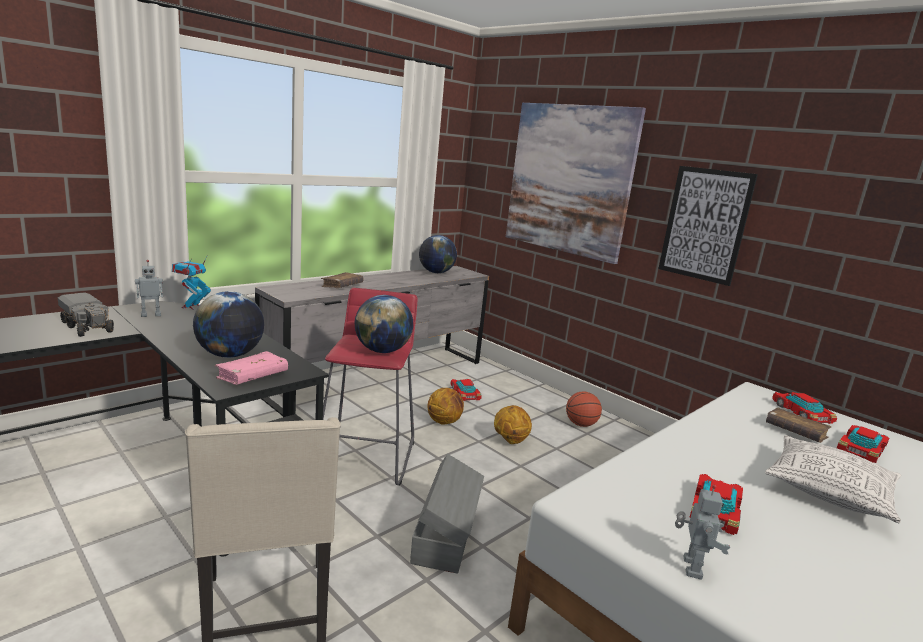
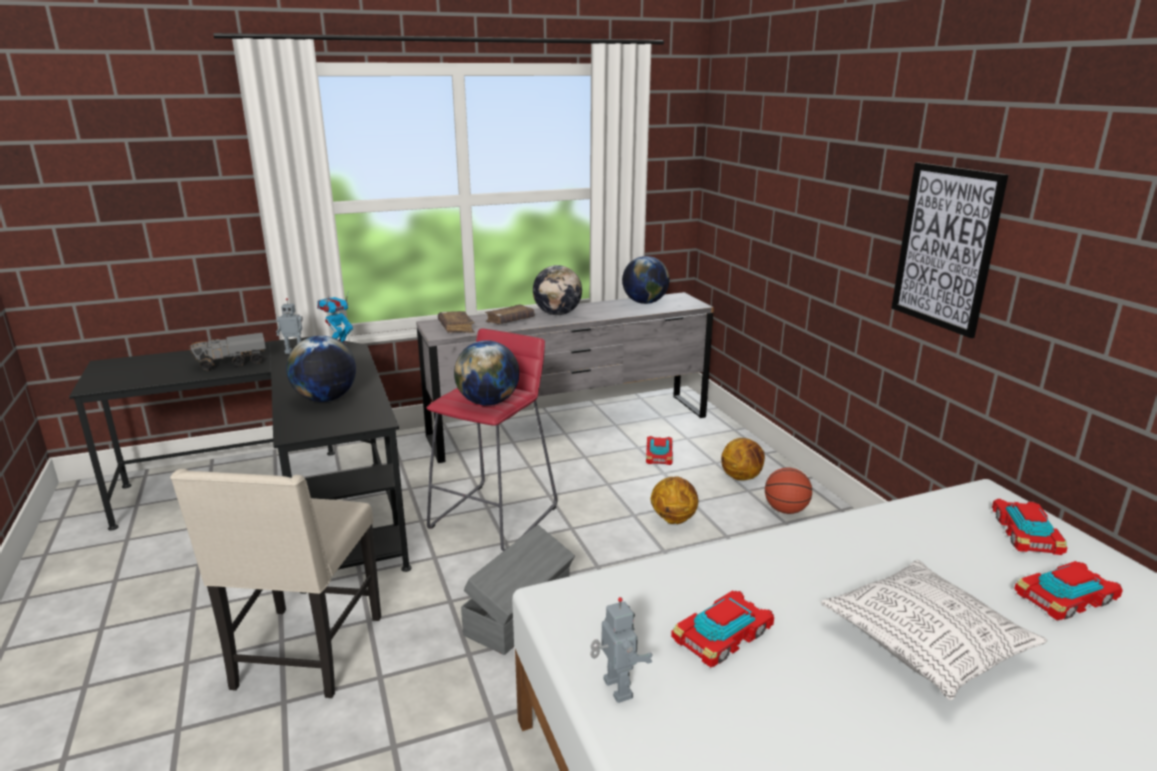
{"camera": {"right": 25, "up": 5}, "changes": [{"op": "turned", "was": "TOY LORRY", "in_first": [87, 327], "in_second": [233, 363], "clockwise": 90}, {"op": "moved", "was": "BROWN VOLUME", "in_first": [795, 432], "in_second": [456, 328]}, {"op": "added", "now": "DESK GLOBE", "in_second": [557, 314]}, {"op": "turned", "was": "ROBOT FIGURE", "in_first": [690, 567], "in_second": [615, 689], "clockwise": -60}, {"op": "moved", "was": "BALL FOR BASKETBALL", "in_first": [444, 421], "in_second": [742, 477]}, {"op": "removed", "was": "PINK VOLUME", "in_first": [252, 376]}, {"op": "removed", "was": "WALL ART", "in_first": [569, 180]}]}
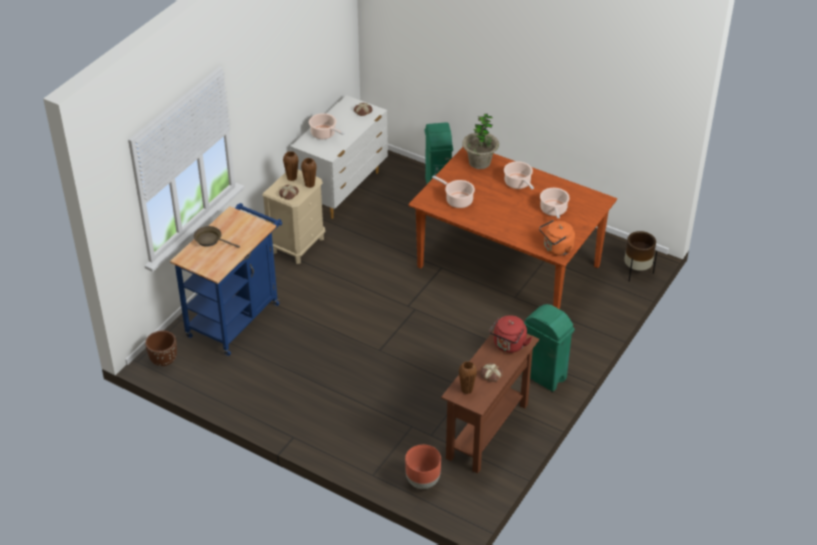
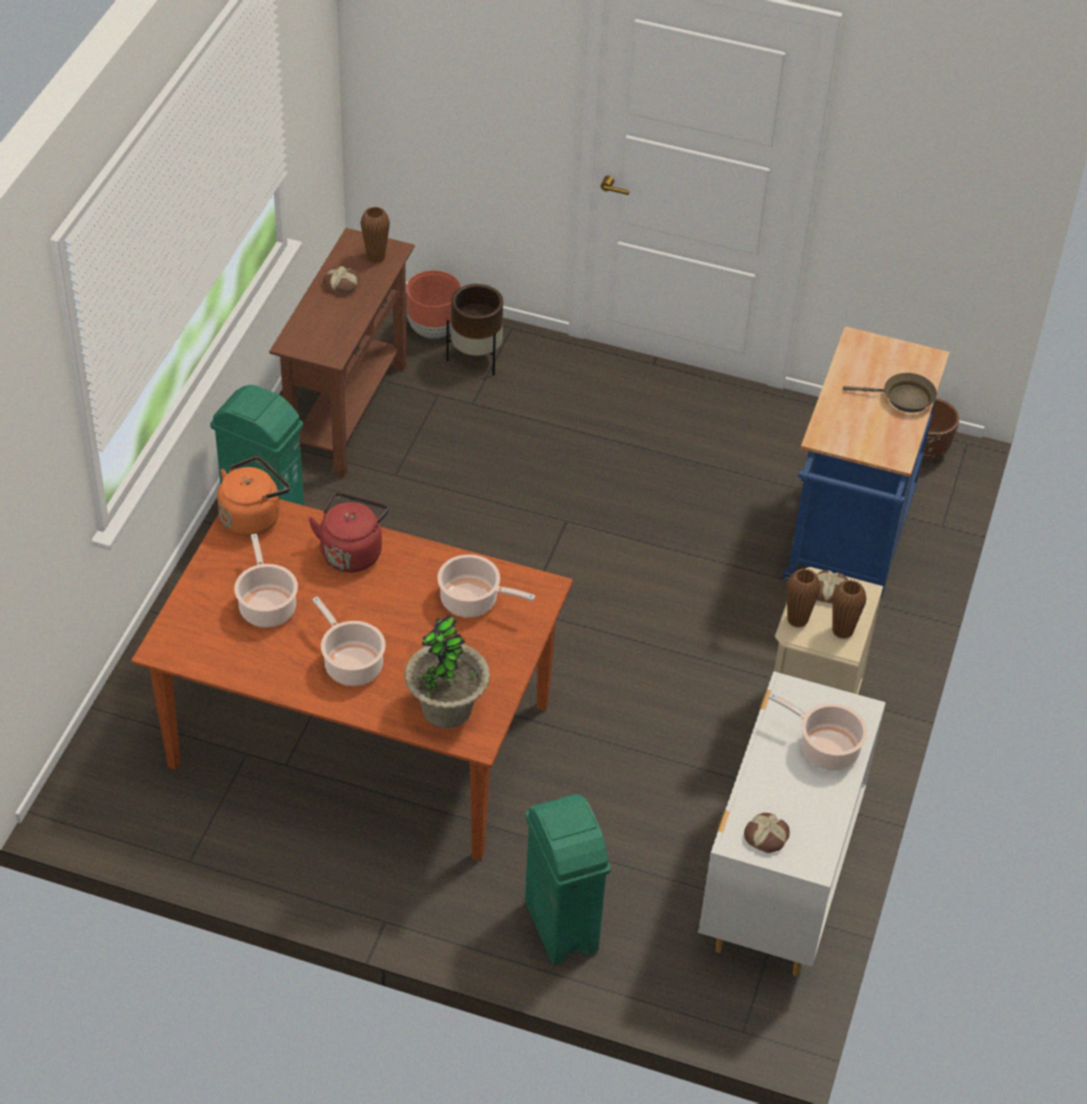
{"camera": {"right": 165, "up": 5}, "changes": [{"op": "moved", "was": "REDDISH WATER KETTLE", "in_first": [508, 345], "in_second": [352, 551]}, {"op": "moved", "was": "BROWN PLANT POT", "in_first": [637, 272], "in_second": [475, 358]}]}
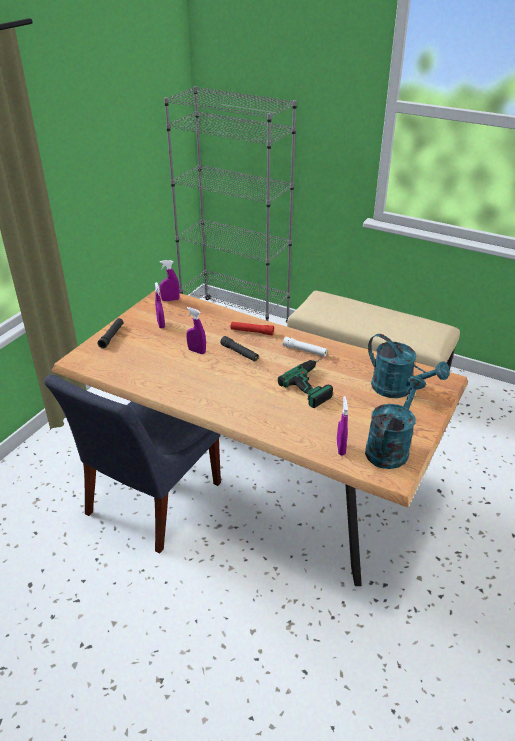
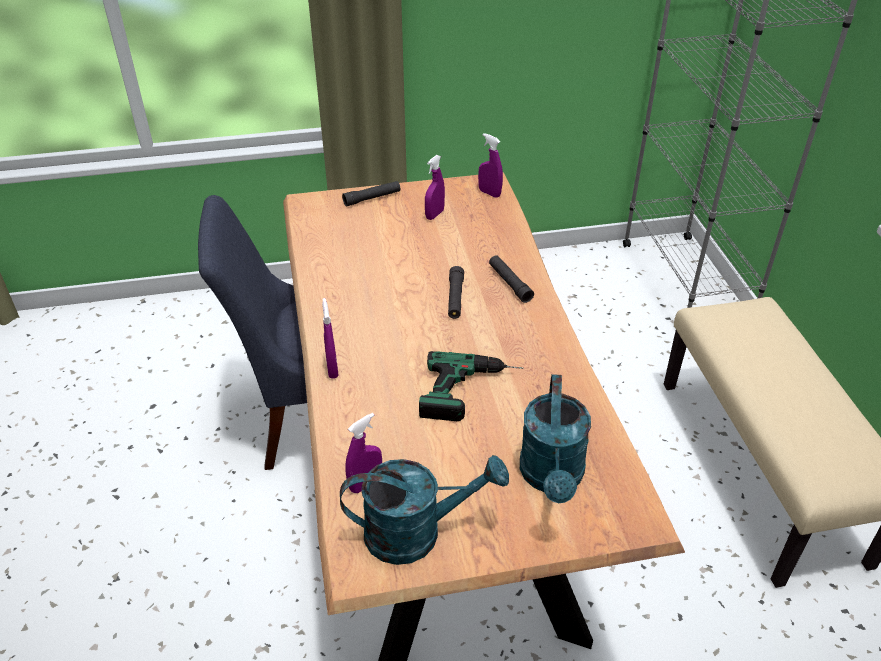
{"camera": {"right": 50, "up": 5}, "changes": [{"op": "moved", "was": "PURPLISH SPRAY BOTTLE", "in_first": [197, 351], "in_second": [332, 369]}, {"op": "recoloured", "was": "REDDISH HAND TORCH", "now": "BLACK HAND TORCH", "in_first": [252, 332], "in_second": [510, 283]}, {"op": "removed", "was": "WHITE HAND TORCH", "in_first": [304, 351]}]}
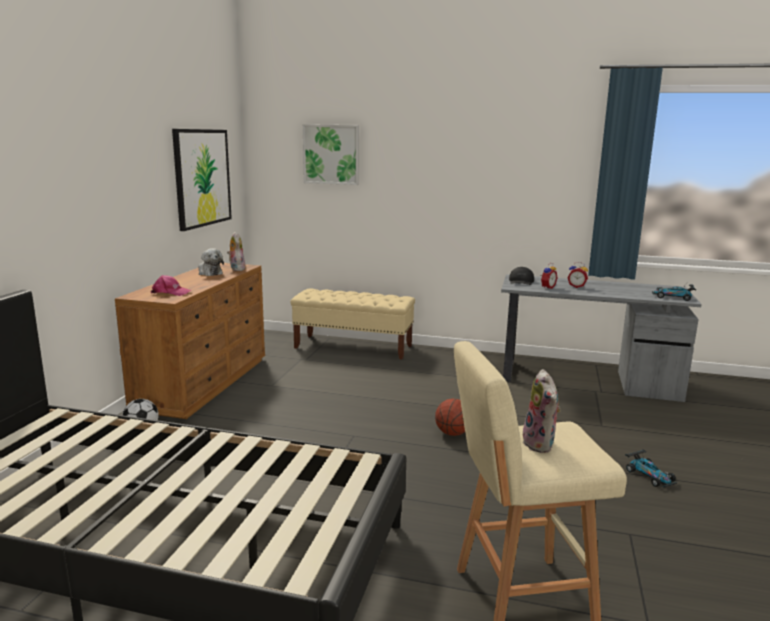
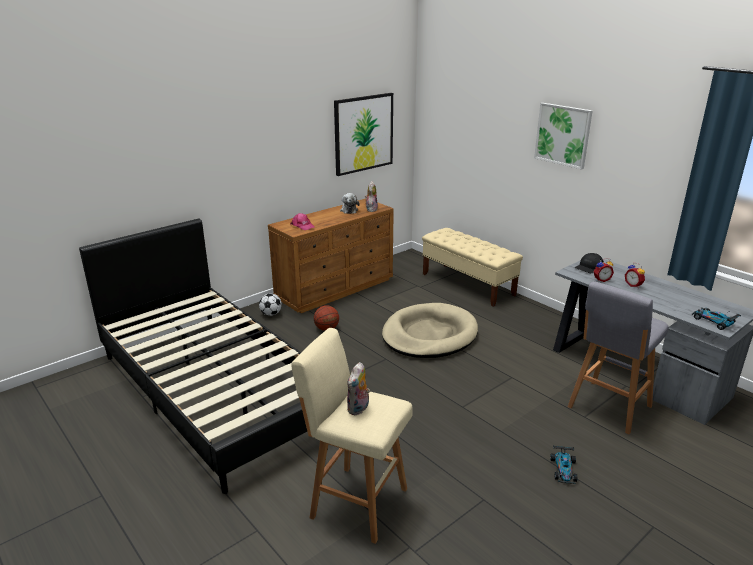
{"camera": {"right": 35, "up": 10}, "changes": [{"op": "moved", "was": "BALL FOR BASKETBALL", "in_first": [452, 433], "in_second": [326, 329]}, {"op": "added", "now": "BEIGE-COLOURED DOG BED", "in_second": [429, 335]}, {"op": "moved", "was": "WALL ART", "in_first": [331, 154], "in_second": [563, 135]}, {"op": "added", "now": "GREY STOOL SEAT", "in_second": [608, 408]}]}
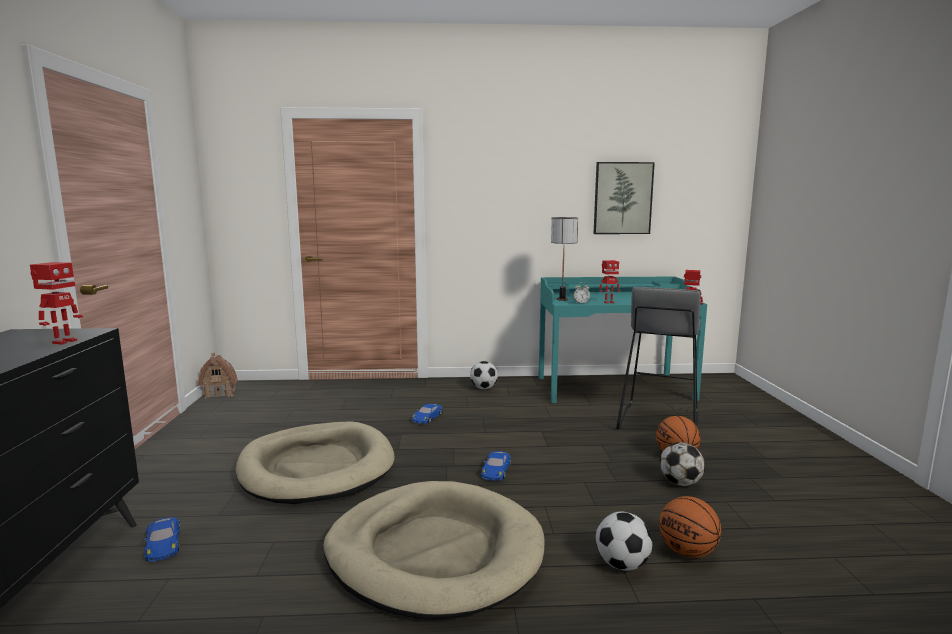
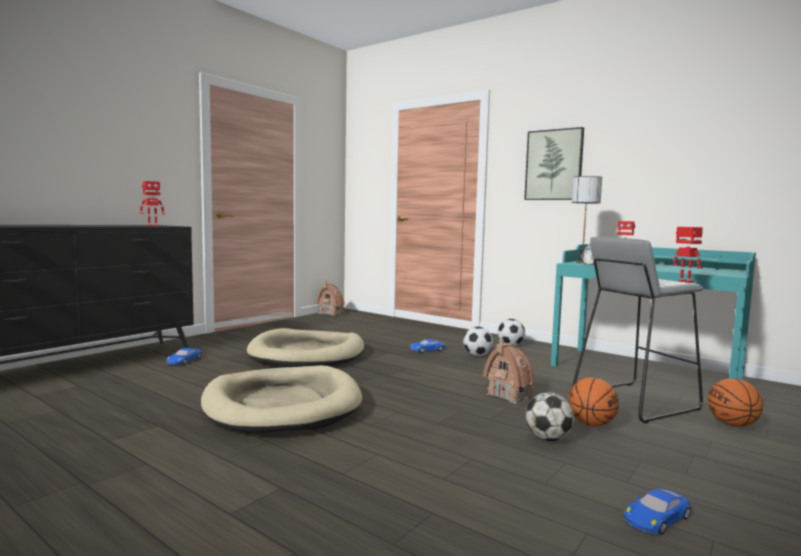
{"camera": {"right": 40, "up": -5}, "changes": [{"op": "moved", "was": "FOOTBALL", "in_first": [622, 564], "in_second": [477, 355]}, {"op": "added", "now": "MODEL HOUSE", "in_second": [510, 395]}, {"op": "moved", "was": "WALL ART", "in_first": [622, 198], "in_second": [554, 165]}, {"op": "moved", "was": "BLUISH TOY CAR", "in_first": [496, 470], "in_second": [656, 517]}, {"op": "moved", "was": "BALL FOR BASKETBALL", "in_first": [687, 552], "in_second": [732, 424]}]}
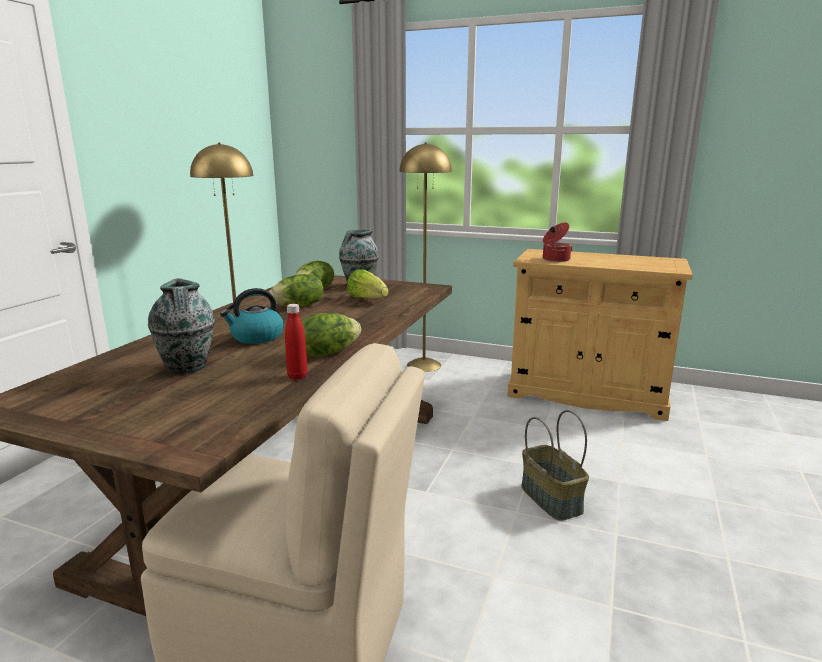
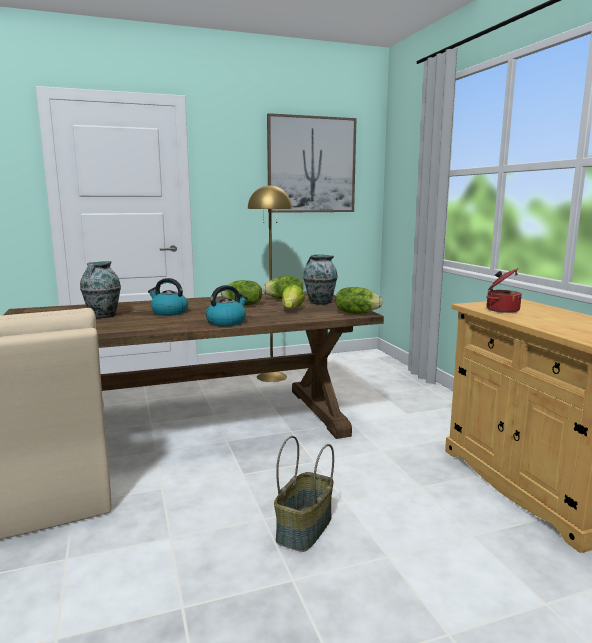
{"camera": {"right": 50, "up": -5}, "changes": [{"op": "added", "now": "WATER KETTLE", "in_second": [227, 322]}, {"op": "added", "now": "WALL ART", "in_second": [311, 165]}, {"op": "moved", "was": "HEAD OF LETTUCE", "in_first": [326, 353], "in_second": [356, 313]}, {"op": "removed", "was": "REDDISH BEVERAGE BOTTLE", "in_first": [297, 376]}, {"op": "removed", "was": "YELLOW-COLOURED FLOOR LAMP", "in_first": [424, 365]}]}
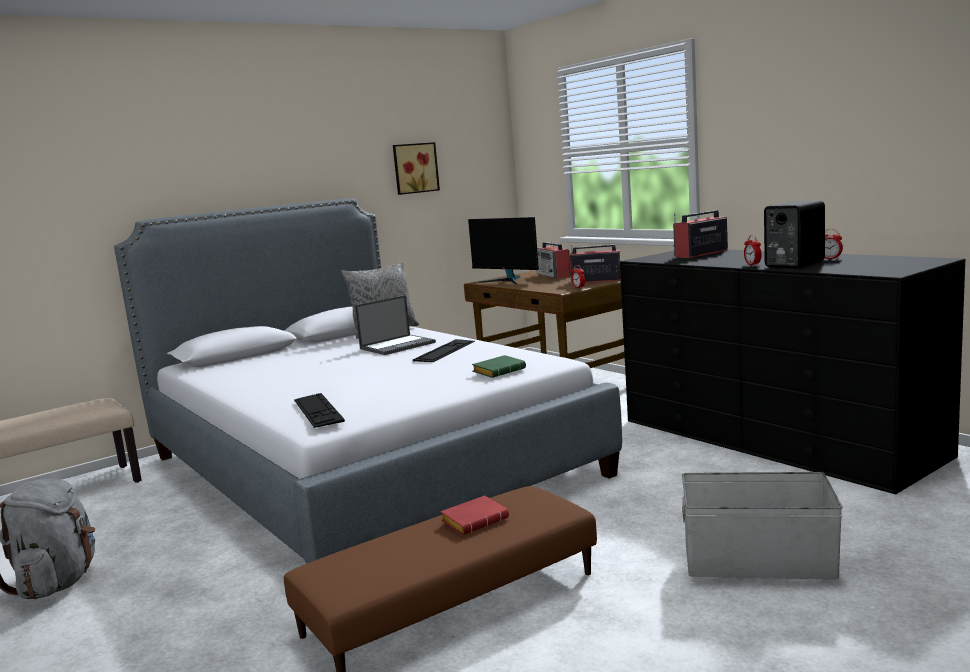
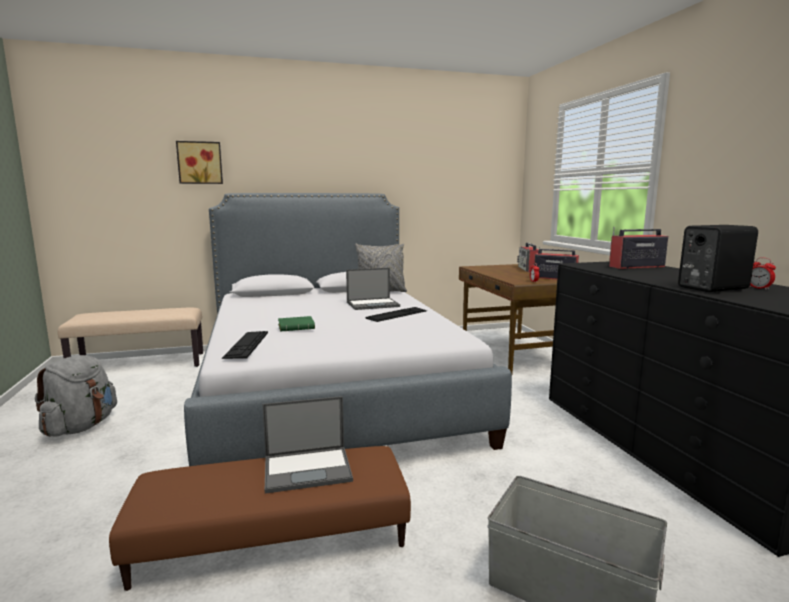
{"camera": {"right": 20, "up": 0}, "changes": [{"op": "moved", "was": "WALL ART", "in_first": [414, 168], "in_second": [200, 163]}, {"op": "replaced", "was": "REDDISH VOLUME", "now": "NOTEBOOK COMPUTER", "in_first": [475, 520], "in_second": [308, 468]}, {"op": "moved", "was": "GREENISH VOLUME", "in_first": [499, 371], "in_second": [297, 327]}, {"op": "removed", "was": "COMPUTER SCREEN", "in_first": [507, 281]}, {"op": "removed", "was": "TABLE CLOCK", "in_first": [752, 265]}]}
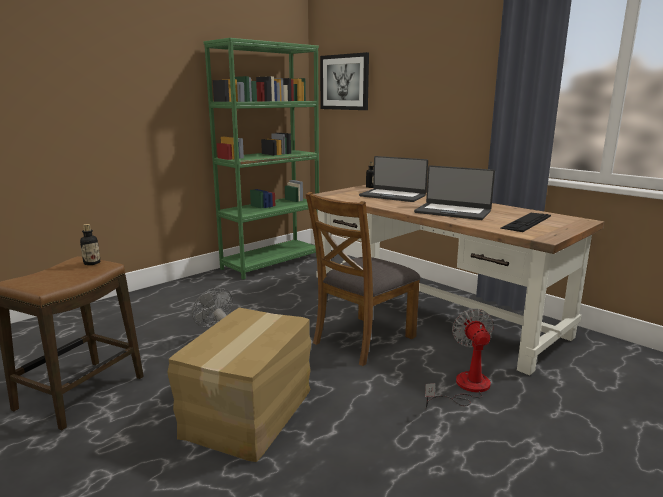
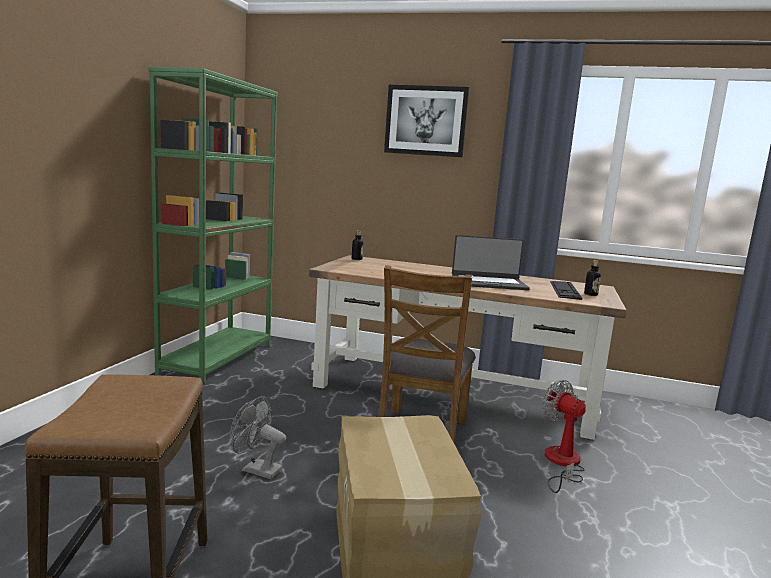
{"camera": {"right": -30, "up": -5}, "changes": [{"op": "moved", "was": "WALL ART", "in_first": [344, 82], "in_second": [426, 121]}, {"op": "moved", "was": "BEVERAGE BOTTLE", "in_first": [92, 263], "in_second": [590, 294]}, {"op": "removed", "was": "NOTEBOOK COMPUTER", "in_first": [393, 196]}]}
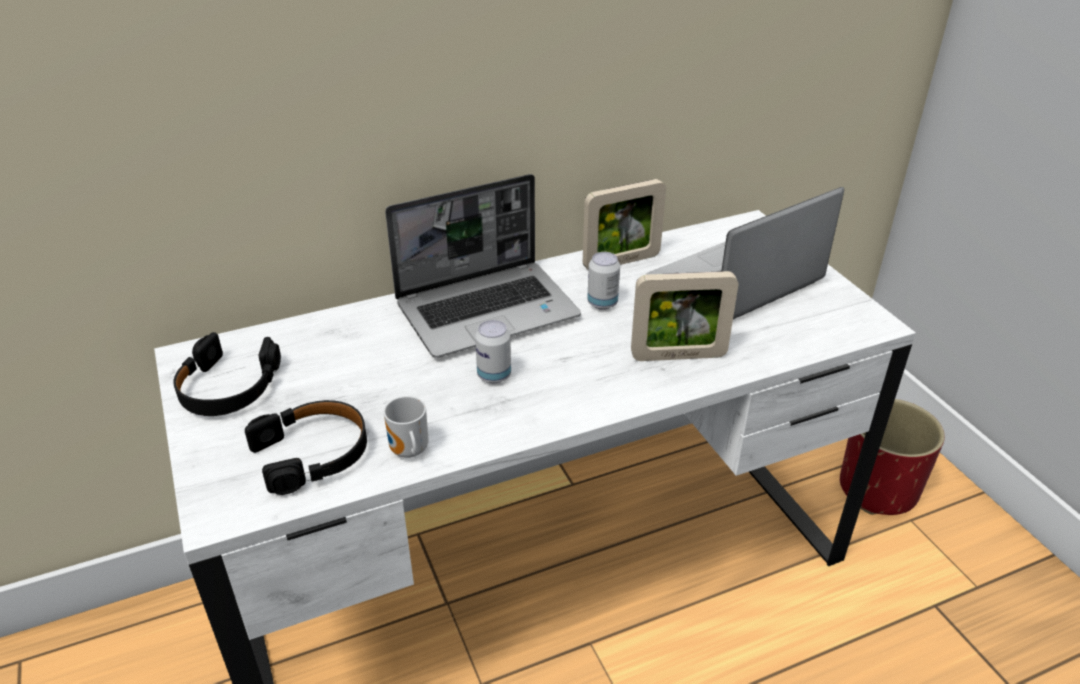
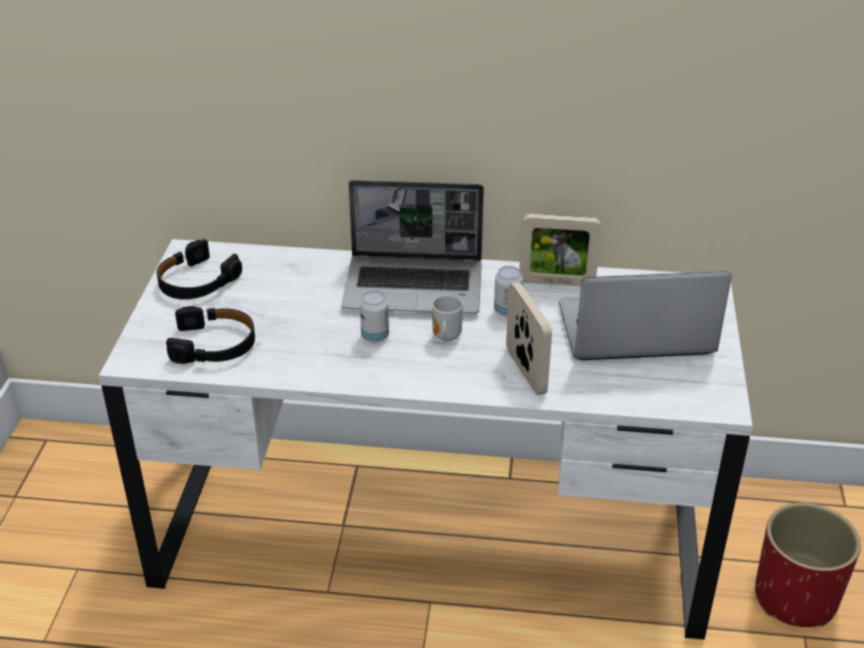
{"camera": {"right": 30, "up": 0}, "changes": [{"op": "moved", "was": "MUG", "in_first": [408, 453], "in_second": [445, 337]}, {"op": "turned", "was": "PICTURE FRAME", "in_first": [678, 356], "in_second": [526, 371], "clockwise": -135}]}
